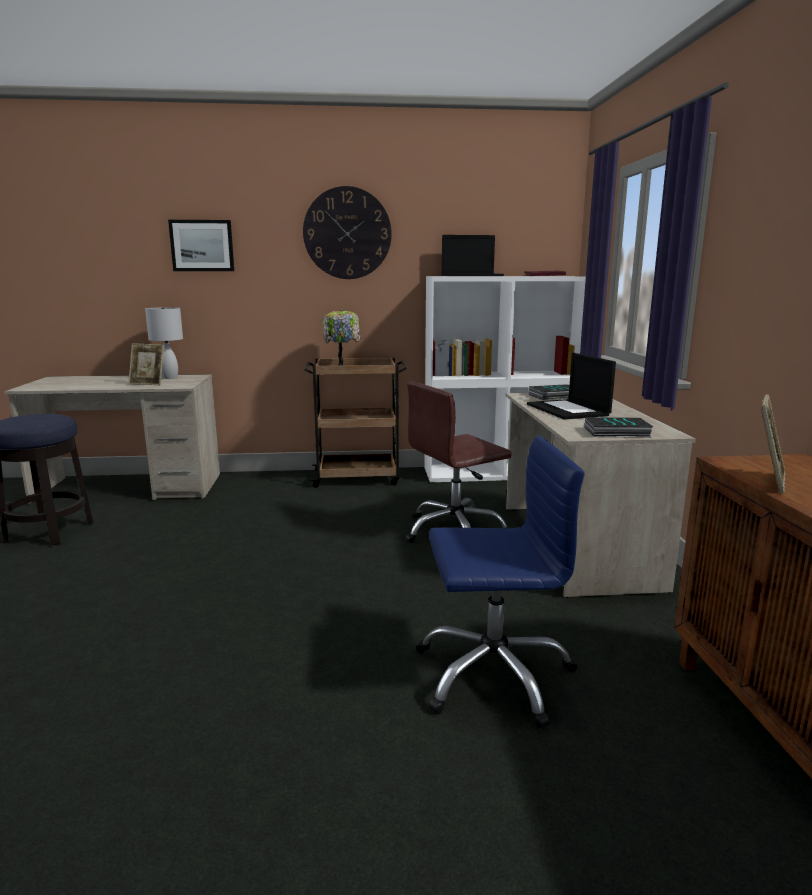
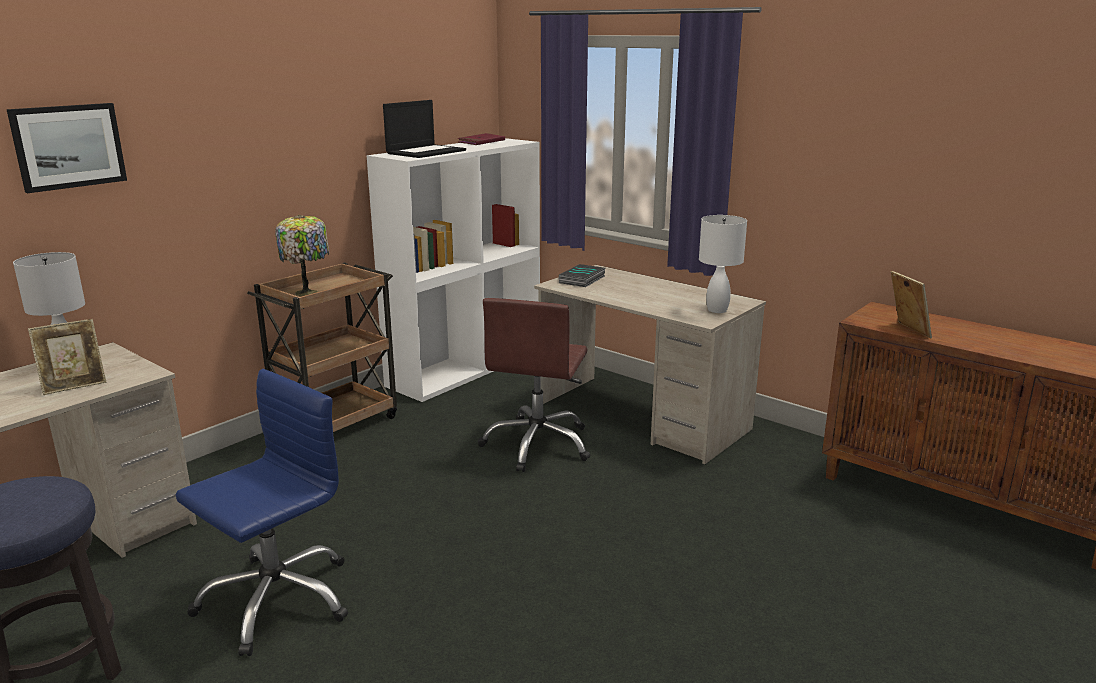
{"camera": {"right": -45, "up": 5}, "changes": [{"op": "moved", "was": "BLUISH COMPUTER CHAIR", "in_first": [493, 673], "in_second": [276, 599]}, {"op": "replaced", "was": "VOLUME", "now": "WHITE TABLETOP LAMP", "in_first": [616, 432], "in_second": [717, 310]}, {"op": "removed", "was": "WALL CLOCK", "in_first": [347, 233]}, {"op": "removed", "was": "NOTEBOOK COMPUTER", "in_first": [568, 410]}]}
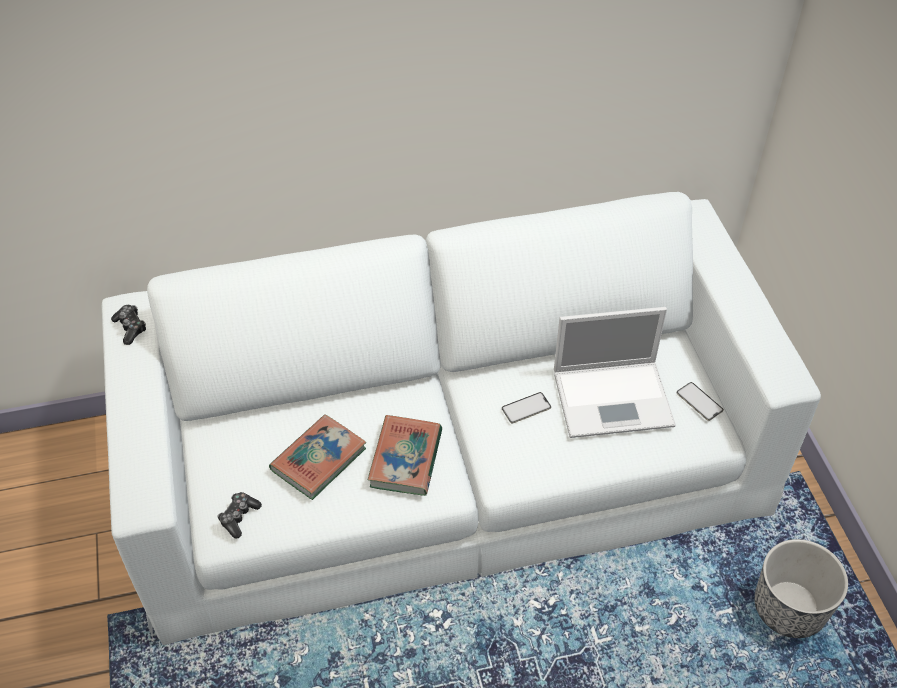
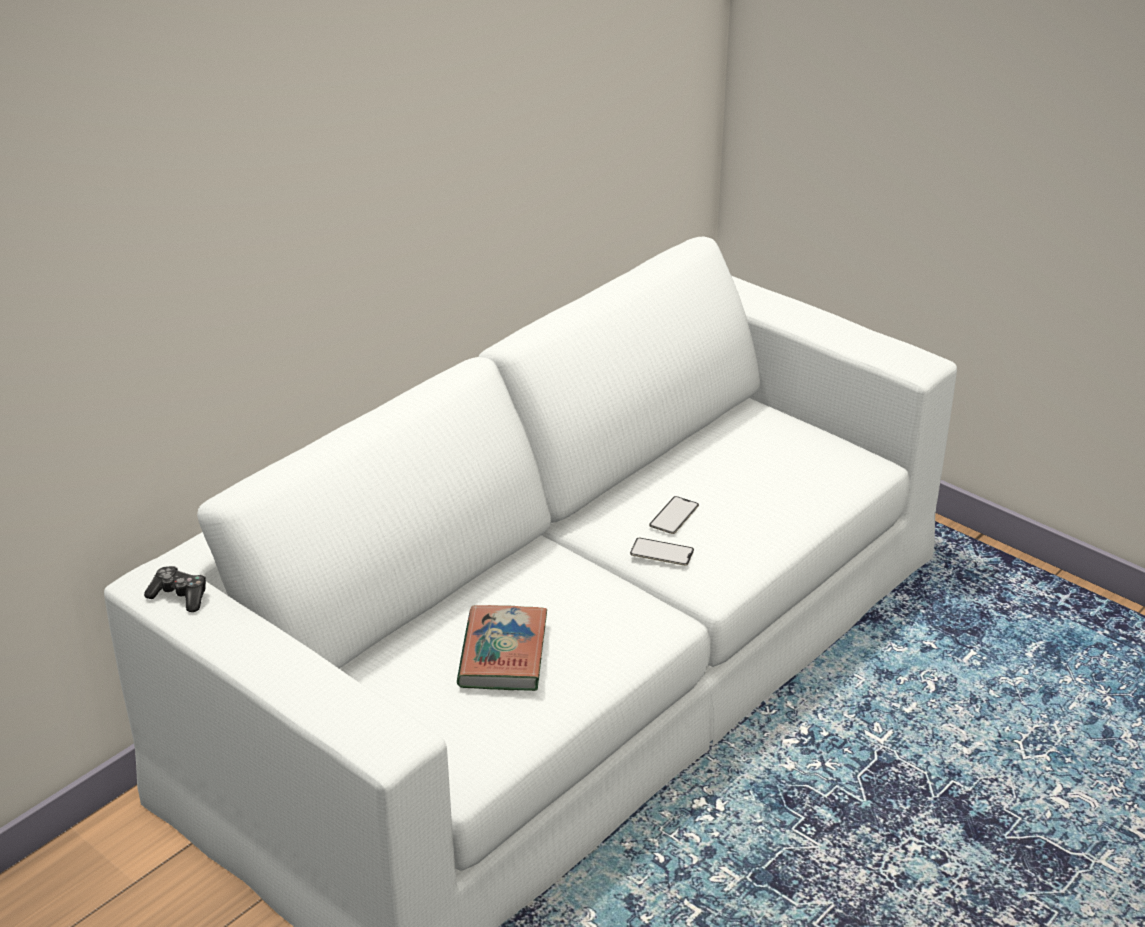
{"camera": {"right": -35, "up": -15}, "changes": [{"op": "moved", "was": "PHONE", "in_first": [699, 401], "in_second": [662, 552]}, {"op": "removed", "was": "GAME CONTROLLER", "in_first": [239, 517]}, {"op": "removed", "was": "VOLUME", "in_first": [406, 459]}, {"op": "removed", "was": "NOTEBOOK COMPUTER", "in_first": [615, 398]}, {"op": "removed", "was": "PLANT POT", "in_first": [789, 608]}]}
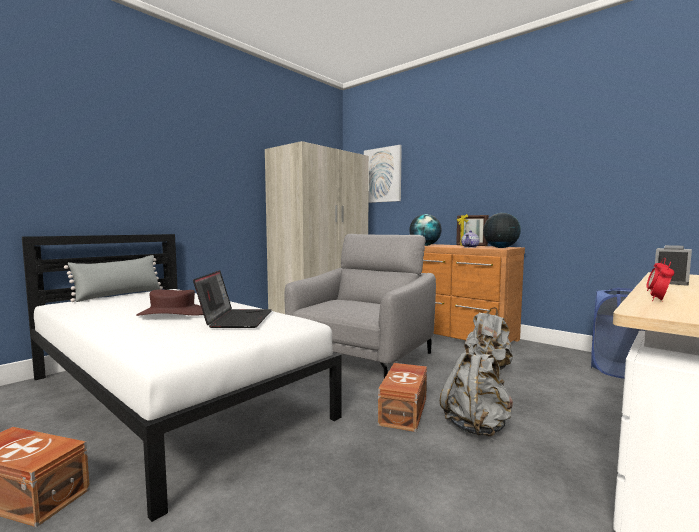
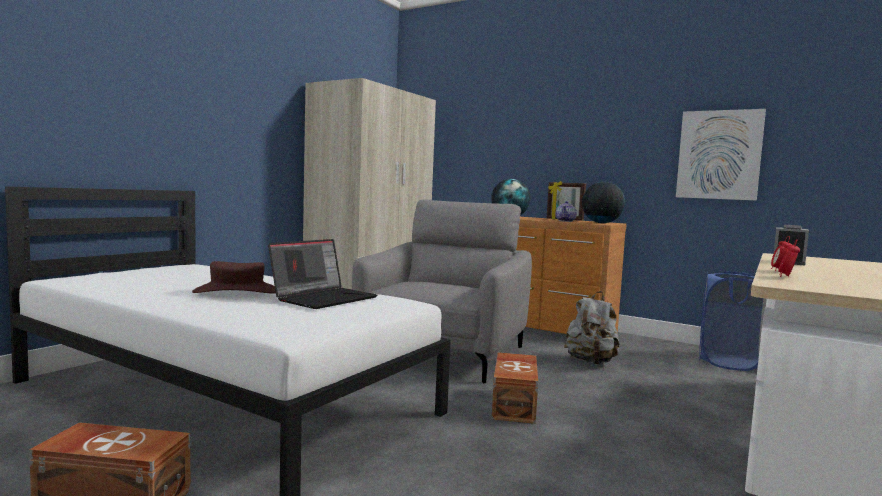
{"camera": {"right": -10, "up": 0}, "changes": [{"op": "turned", "was": "NOTEBOOK COMPUTER", "in_first": [236, 319], "in_second": [324, 298], "clockwise": 45}, {"op": "moved", "was": "WALL ART", "in_first": [382, 175], "in_second": [719, 155]}, {"op": "removed", "was": "GREY CUSHION", "in_first": [119, 295]}, {"op": "removed", "was": "GREY RUCKSACK", "in_first": [476, 426]}]}
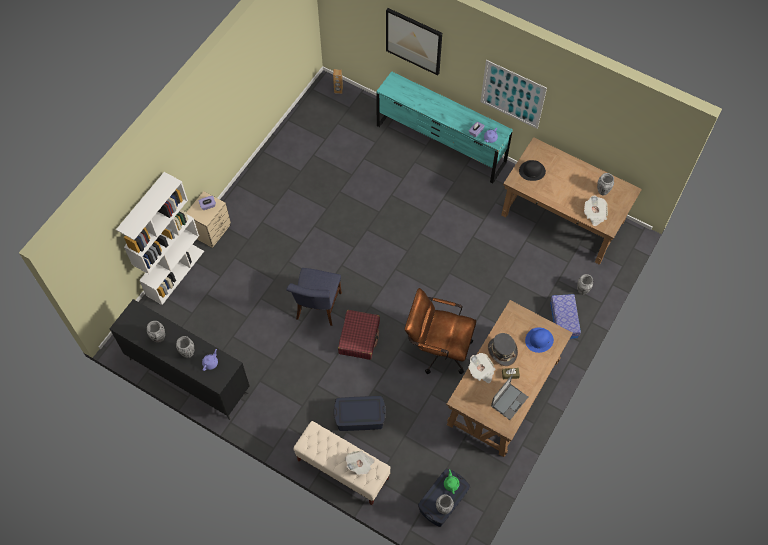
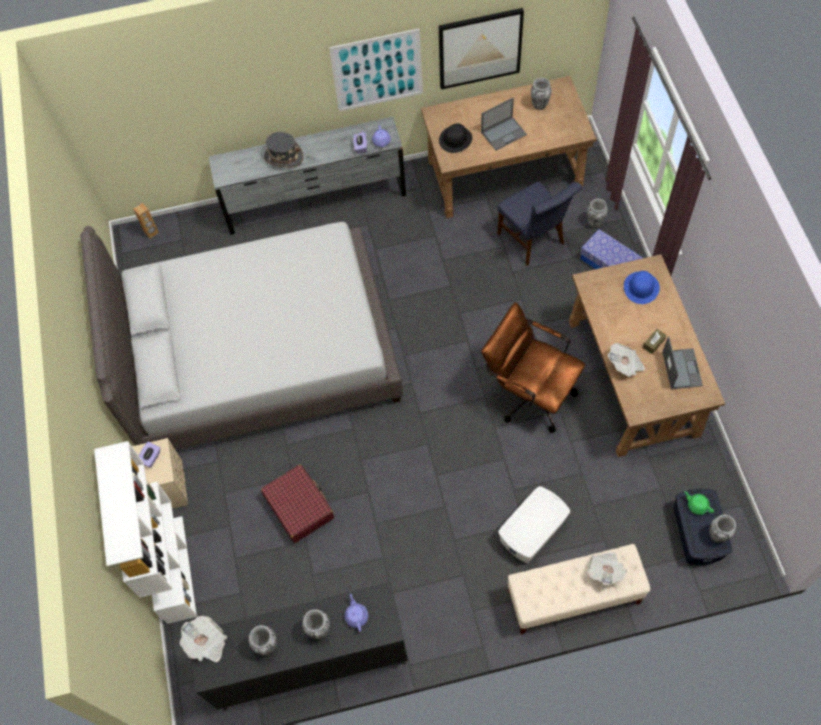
{"camera": {"right": -40, "up": 0}, "changes": [{"op": "added", "now": "GREY SLEEPING BED", "in_second": [259, 354]}, {"op": "moved", "was": "DAILY PAPER", "in_first": [594, 214], "in_second": [206, 643]}, {"op": "recoloured", "was": "TURQUOISE-COLOURED DRAWER CHEST", "now": "GREY DRAWER CHEST", "in_first": [440, 144], "in_second": [315, 200]}, {"op": "moved", "was": "REDDISH SUITCASE", "in_first": [359, 337], "in_second": [299, 506]}, {"op": "moved", "was": "GREY WEARABLE HAT", "in_first": [502, 351], "in_second": [283, 157]}, {"op": "moved", "was": "WALL ART", "in_first": [414, 41], "in_second": [480, 48]}, {"op": "added", "now": "NOTEBOOK COMPUTER", "in_second": [504, 133]}, {"op": "turned", "was": "BROWN COMPUTER CHAIR", "in_first": [438, 348], "in_second": [529, 393], "clockwise": 60}, {"op": "moved", "was": "BLUISH UPRIGHT CHAIR", "in_first": [317, 308], "in_second": [534, 241]}, {"op": "recoloured", "was": "BLUISH STORAGE BIN", "now": "WHITE STORAGE BIN", "in_first": [360, 418], "in_second": [533, 531]}]}
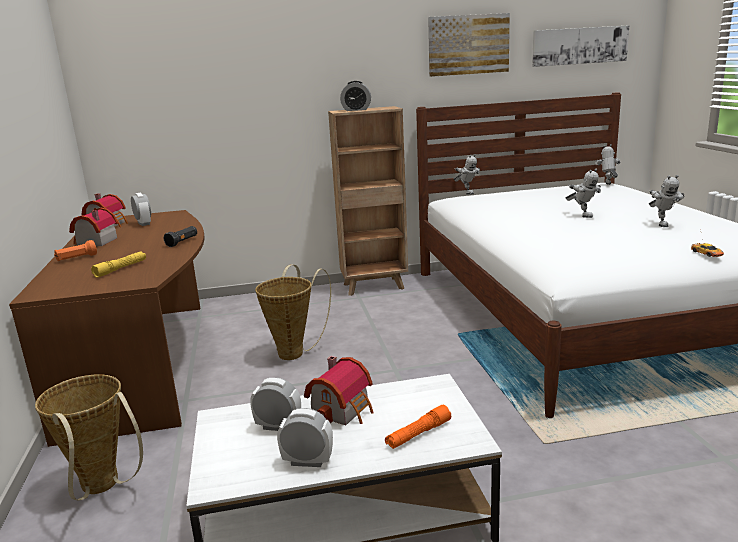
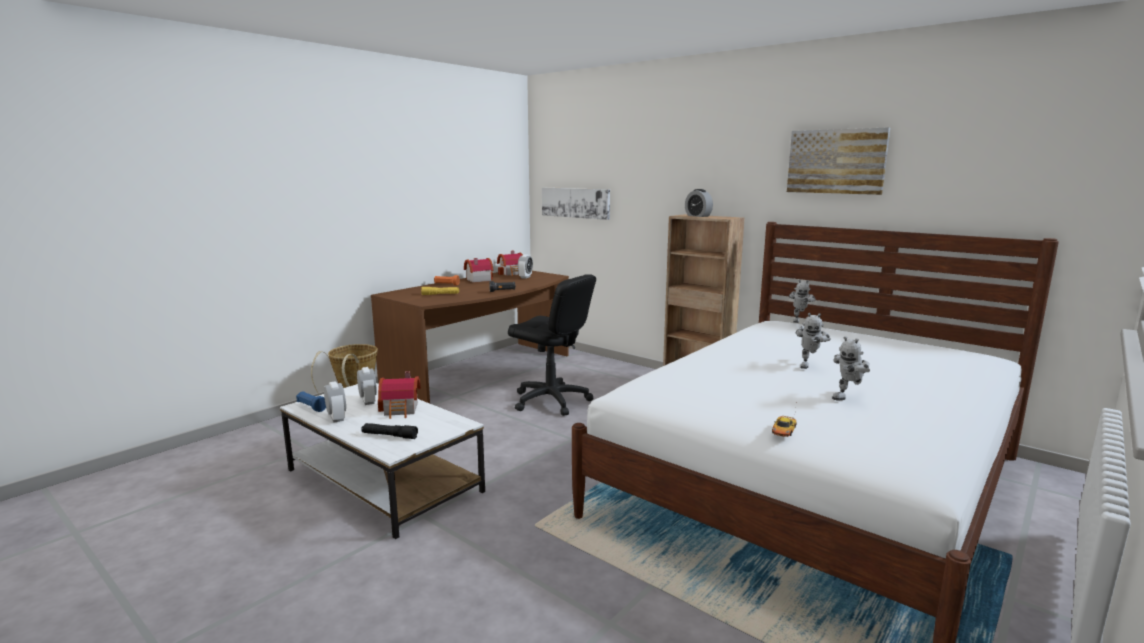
{"camera": {"right": 50, "up": -5}, "changes": [{"op": "added", "now": "BLUISH HAND TORCH", "in_second": [311, 407]}, {"op": "recoloured", "was": "ORANGEY HAND TORCH", "now": "BLACK HAND TORCH", "in_first": [418, 434], "in_second": [389, 436]}, {"op": "replaced", "was": "STORAGE BASKET", "now": "BLACK COMPUTER CHAIR", "in_first": [295, 352], "in_second": [551, 401]}, {"op": "moved", "was": "WALL ART", "in_first": [579, 46], "in_second": [575, 202]}, {"op": "removed", "was": "ROBOT FIGURE", "in_first": [607, 185]}]}
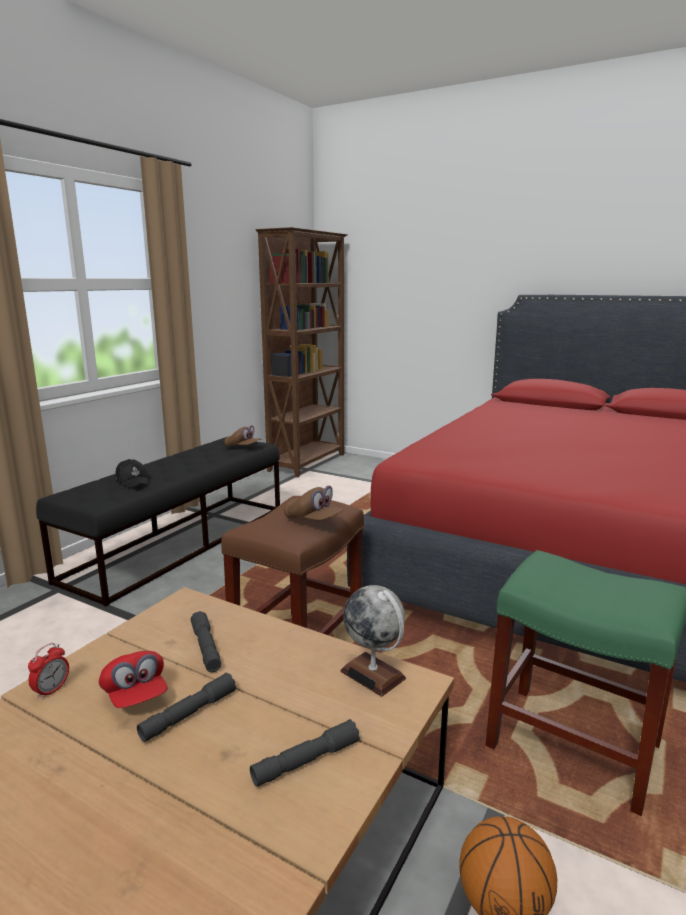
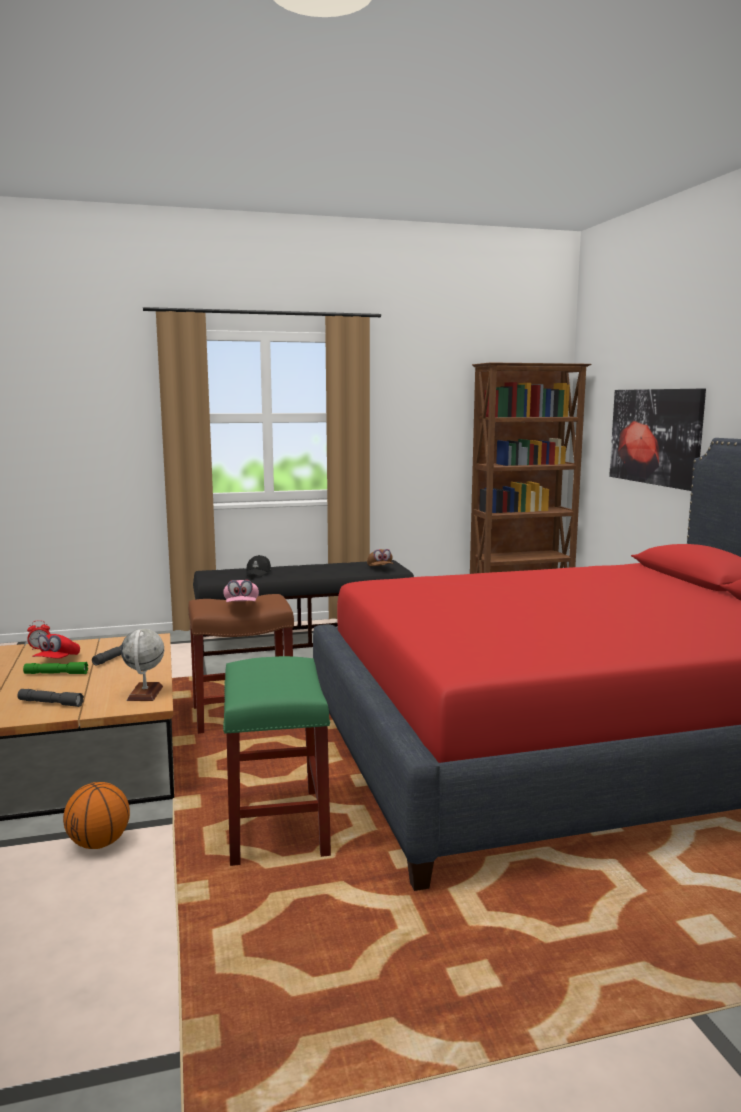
{"camera": {"right": 45, "up": -5}, "changes": [{"op": "recoloured", "was": "GREY HAND TORCH", "now": "GREENISH HAND TORCH", "in_first": [189, 714], "in_second": [56, 674]}, {"op": "recoloured", "was": "BROWN CAP", "now": "PINK CAP", "in_first": [313, 520], "in_second": [241, 606]}, {"op": "added", "now": "WALL ART", "in_second": [655, 436]}]}
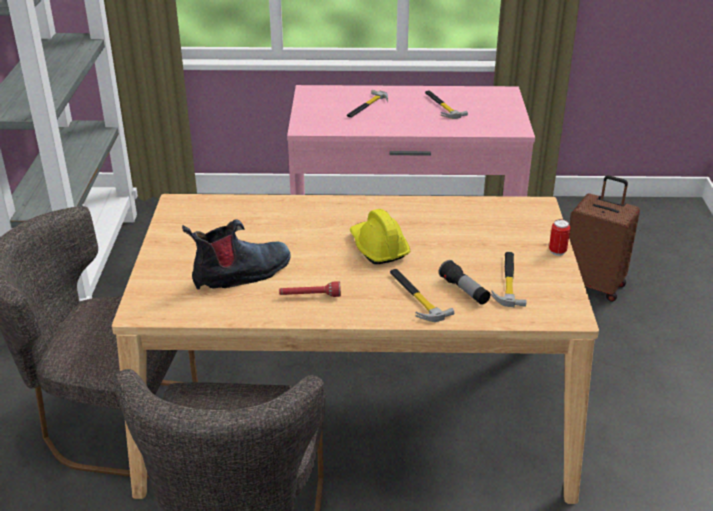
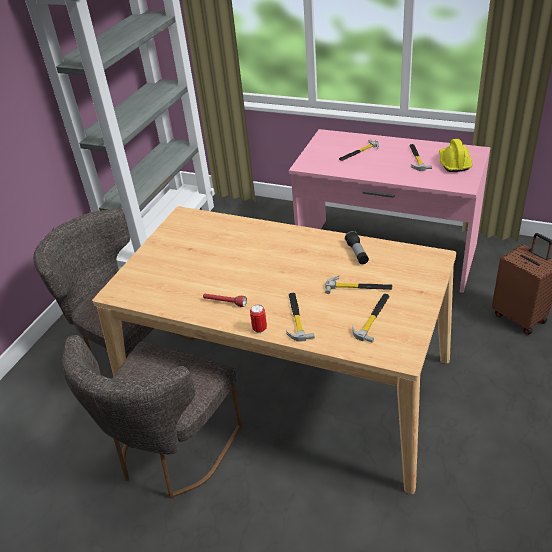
{"camera": {"right": 25, "up": 5}, "changes": [{"op": "moved", "was": "METAL CAN", "in_first": [557, 251], "in_second": [259, 329]}, {"op": "added", "now": "HAMMER", "in_second": [358, 287]}, {"op": "moved", "was": "HAND TORCH", "in_first": [464, 291], "in_second": [357, 253]}, {"op": "moved", "was": "YELLOW-COLOURED SAFETY HELMET", "in_first": [378, 247], "in_second": [453, 163]}, {"op": "removed", "was": "BOOT", "in_first": [241, 274]}]}
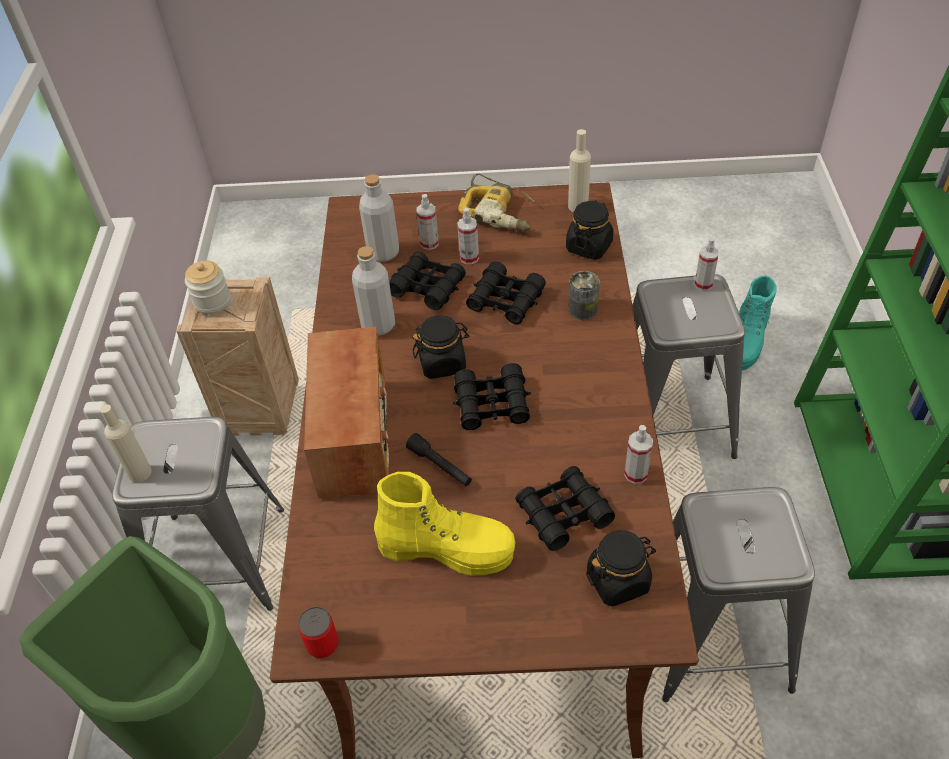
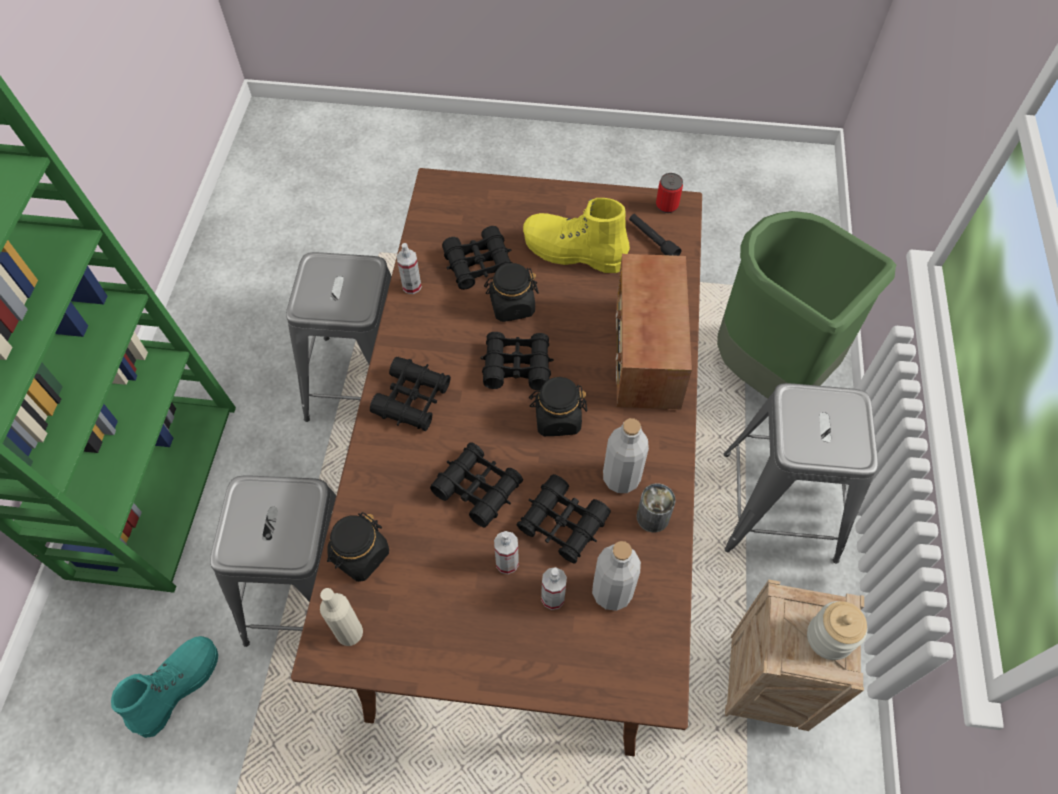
{"camera": {"right": -175, "up": 10}, "changes": [{"op": "added", "now": "BLACK BINOCULARS", "in_second": [412, 399]}, {"op": "moved", "was": "BLACK STORAGE JAR", "in_first": [618, 580], "in_second": [512, 306]}, {"op": "moved", "was": "BLACK HAND TORCH", "in_first": [440, 466], "in_second": [652, 240]}, {"op": "moved", "was": "METAL CAN", "in_first": [582, 309], "in_second": [652, 517]}, {"op": "removed", "was": "BEIGE-COLOURED BEVERAGE BOTTLE", "in_first": [139, 472]}, {"op": "removed", "was": "POWER DRILL", "in_first": [499, 212]}, {"op": "removed", "was": "SPRAY BOTTLE", "in_first": [703, 284]}]}
